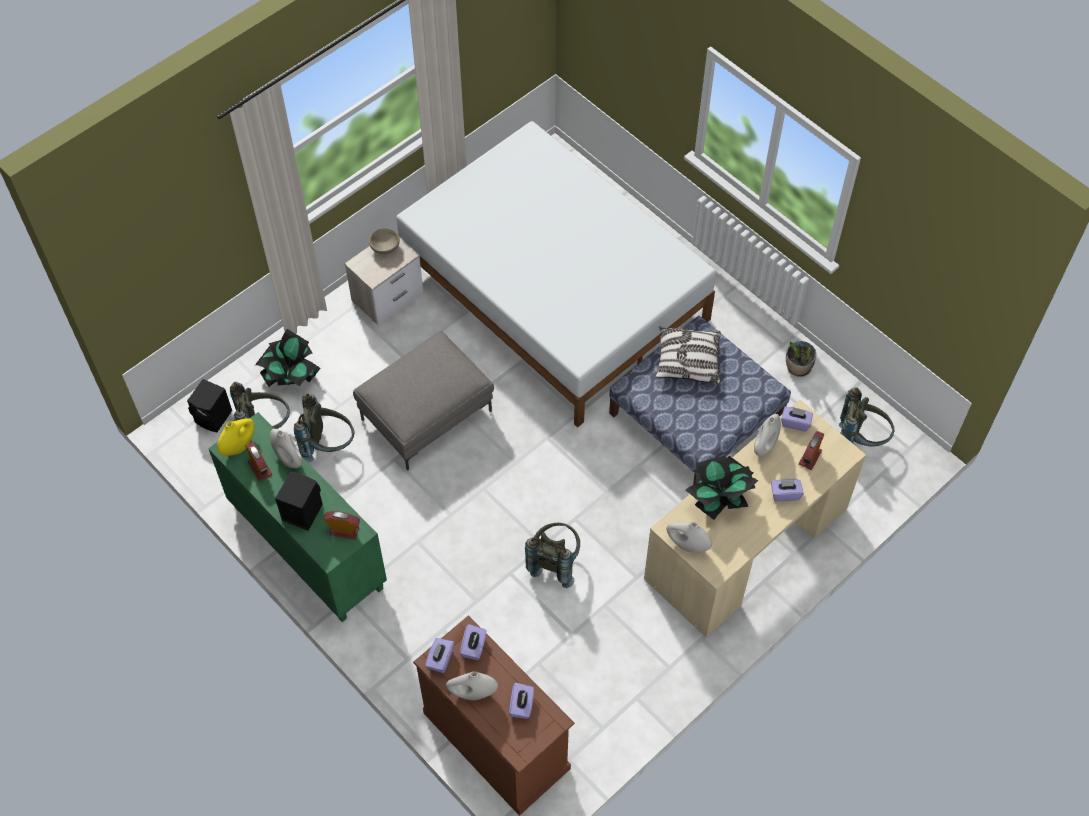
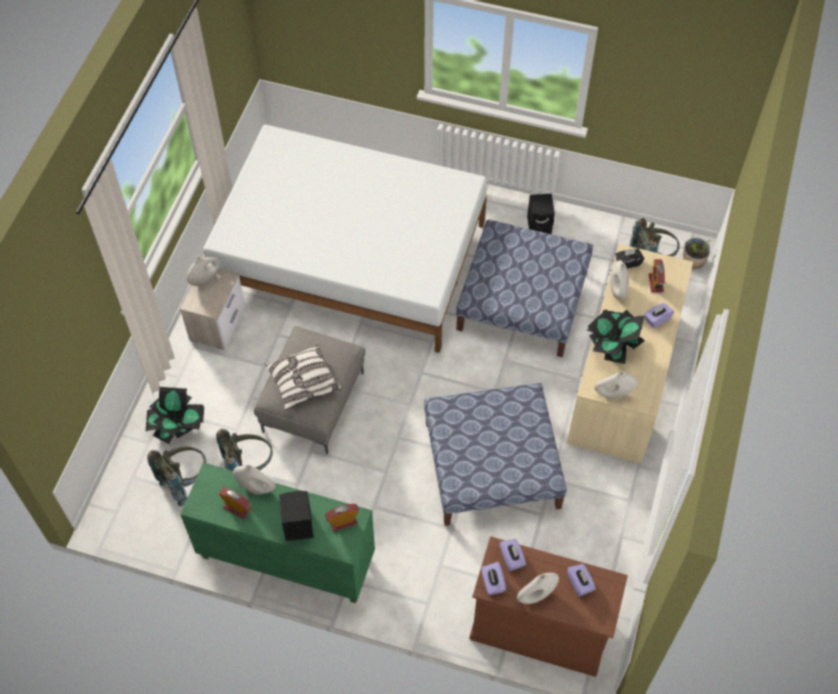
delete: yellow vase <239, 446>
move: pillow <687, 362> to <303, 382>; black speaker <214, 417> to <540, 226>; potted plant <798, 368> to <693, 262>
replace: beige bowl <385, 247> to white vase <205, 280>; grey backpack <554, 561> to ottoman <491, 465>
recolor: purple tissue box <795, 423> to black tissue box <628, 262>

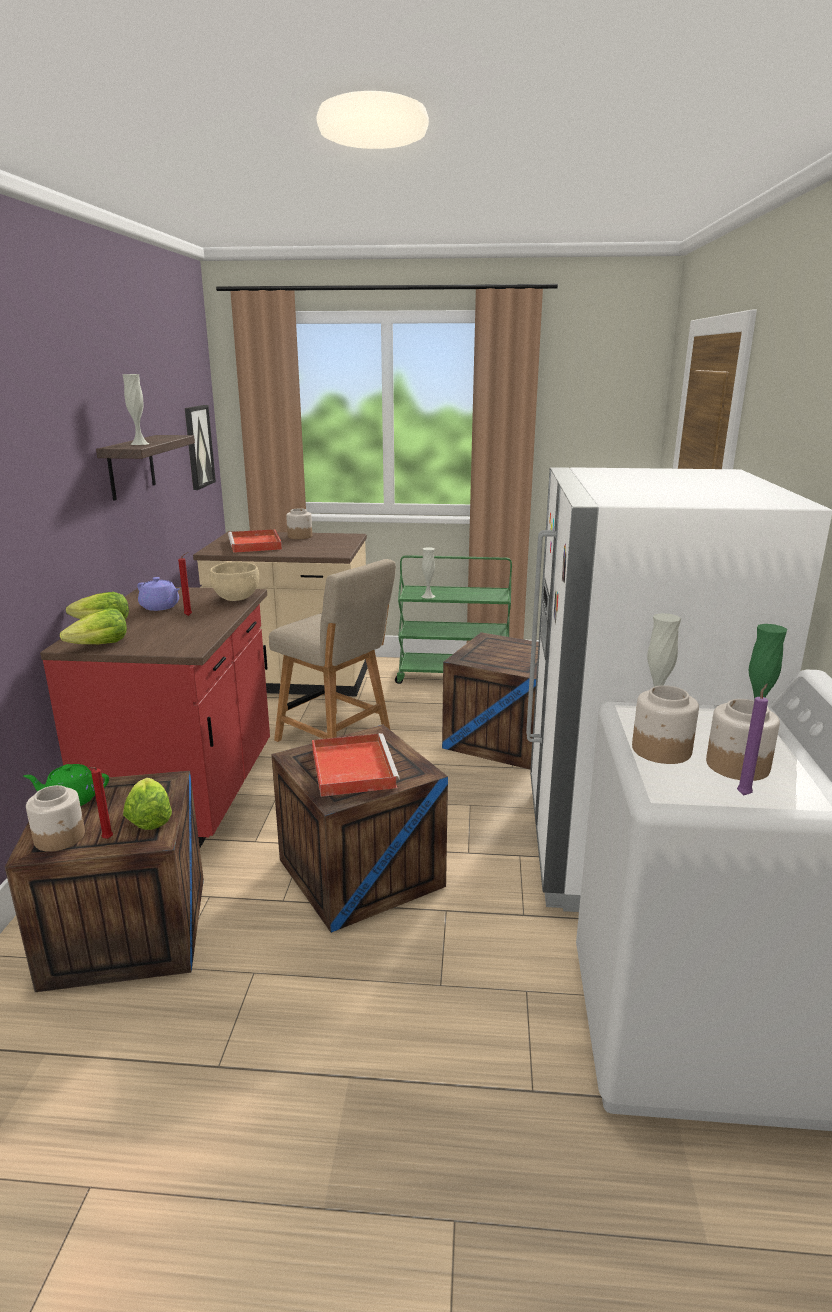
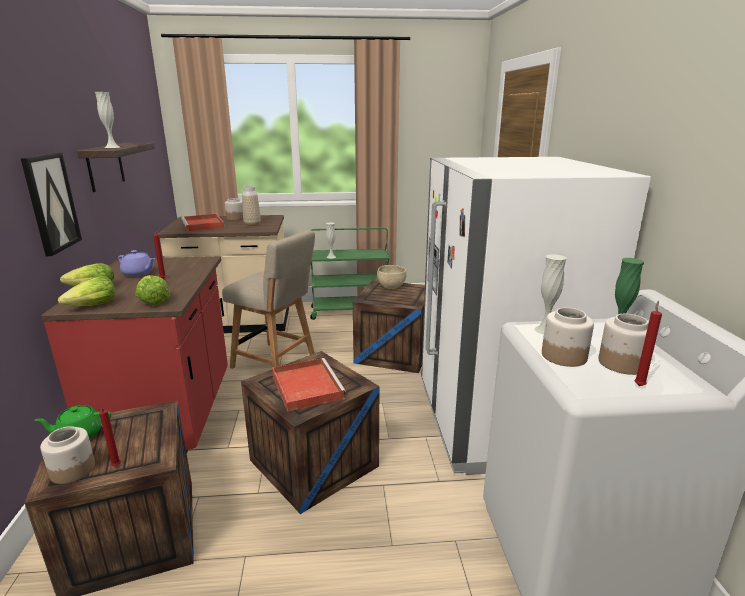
insert: vase <252, 224>
move: picture <198, 446> to <51, 203>; lettuce <149, 818> to <153, 301>; beige bowl <236, 598> to <391, 287>
recolor: purple candle <744, 794> to red candle <639, 385>

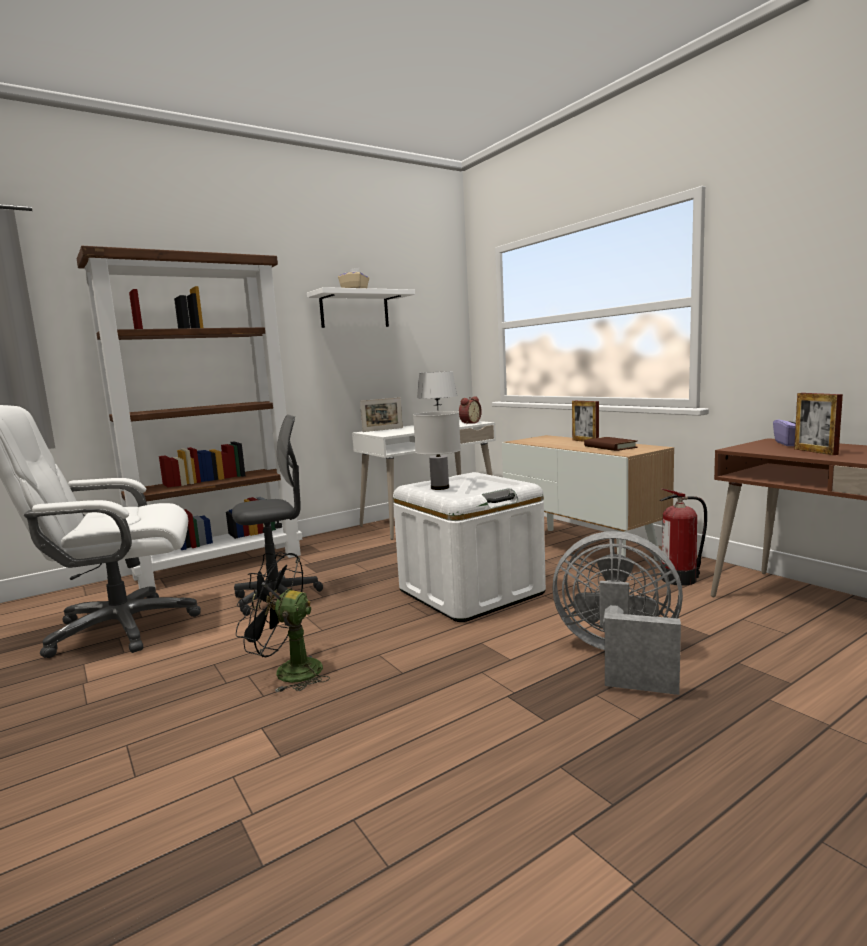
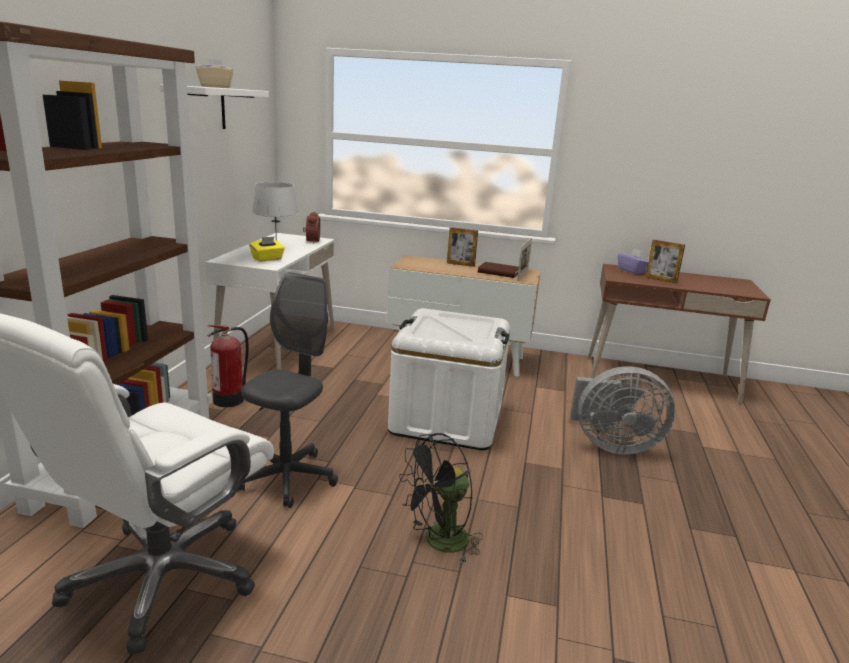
delete: white table lamp <439, 488>
insert: yellow tissue box <267, 259>
move: fire extinguisher <680, 579> to <230, 399>; picture frame <382, 430> to <522, 275>
rotate: grey fan <619, 657> = <612, 444> 150 degrees counterclockwise

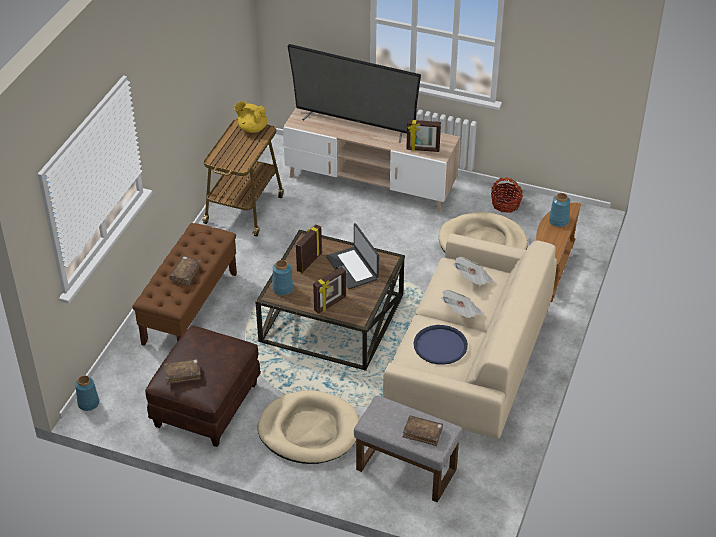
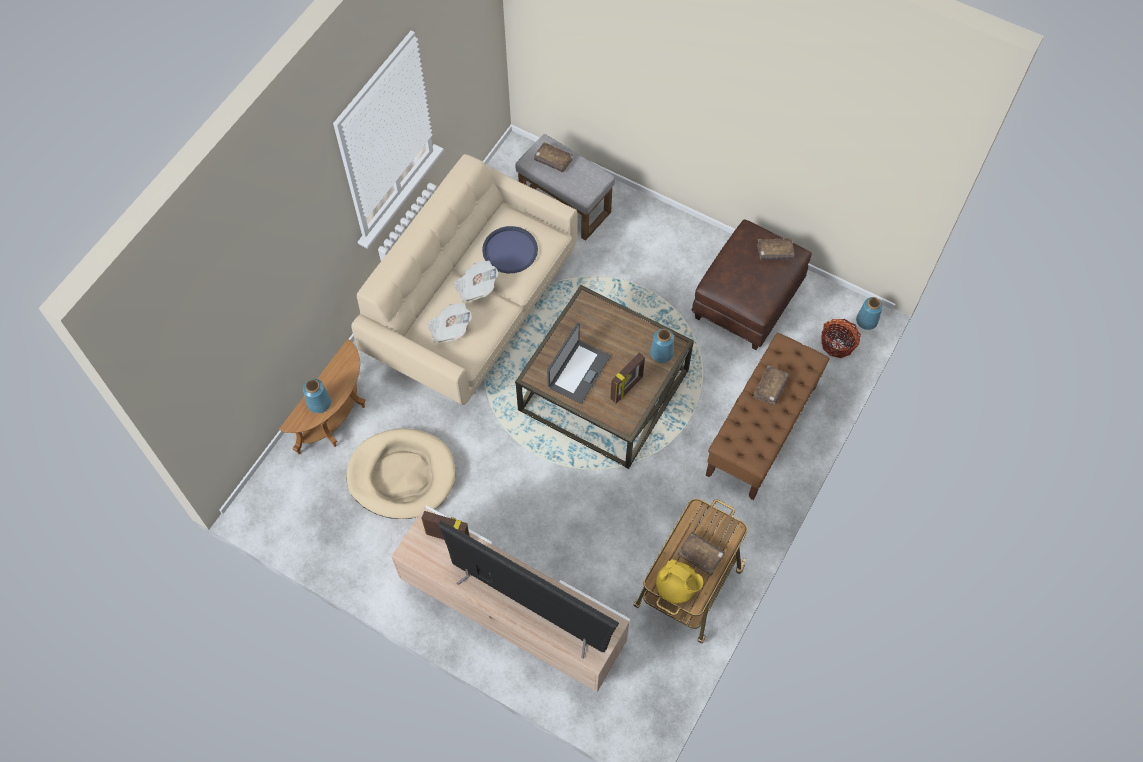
delete: beige dog bed <309, 430>; picture frame <330, 304>
insert: brown book <701, 555>
move: basket <505, 204> to <837, 343>
rotate: laptop <353, 268> = <578, 371> 45 degrees clockwise

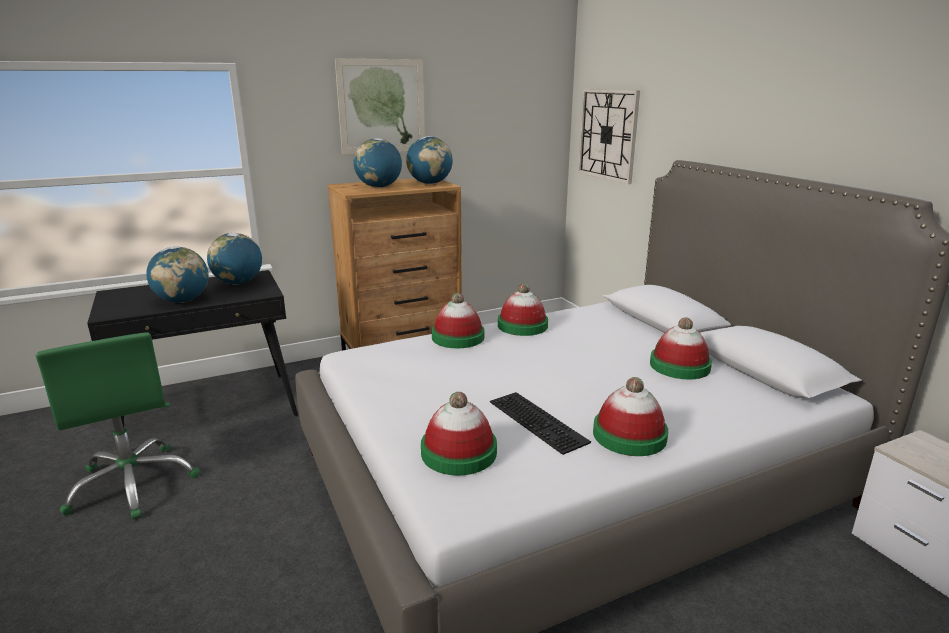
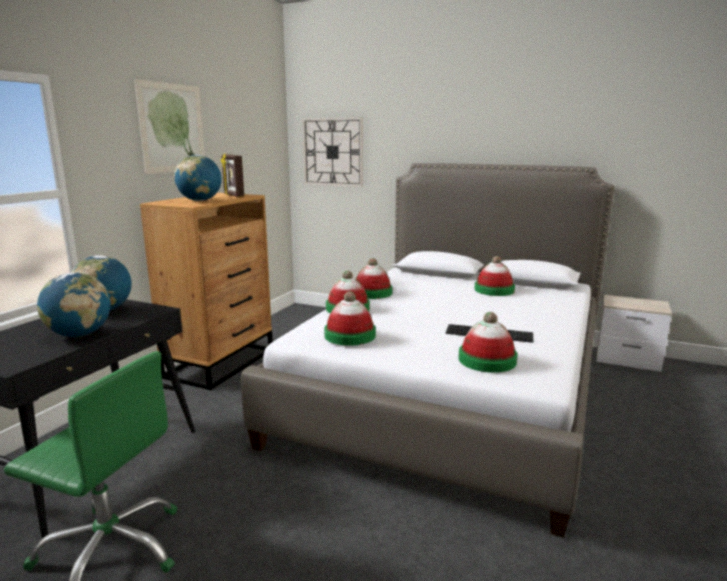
move: hat <629, 435> to <350, 335>
replace: globe <430, 183> to picture frame <233, 195>

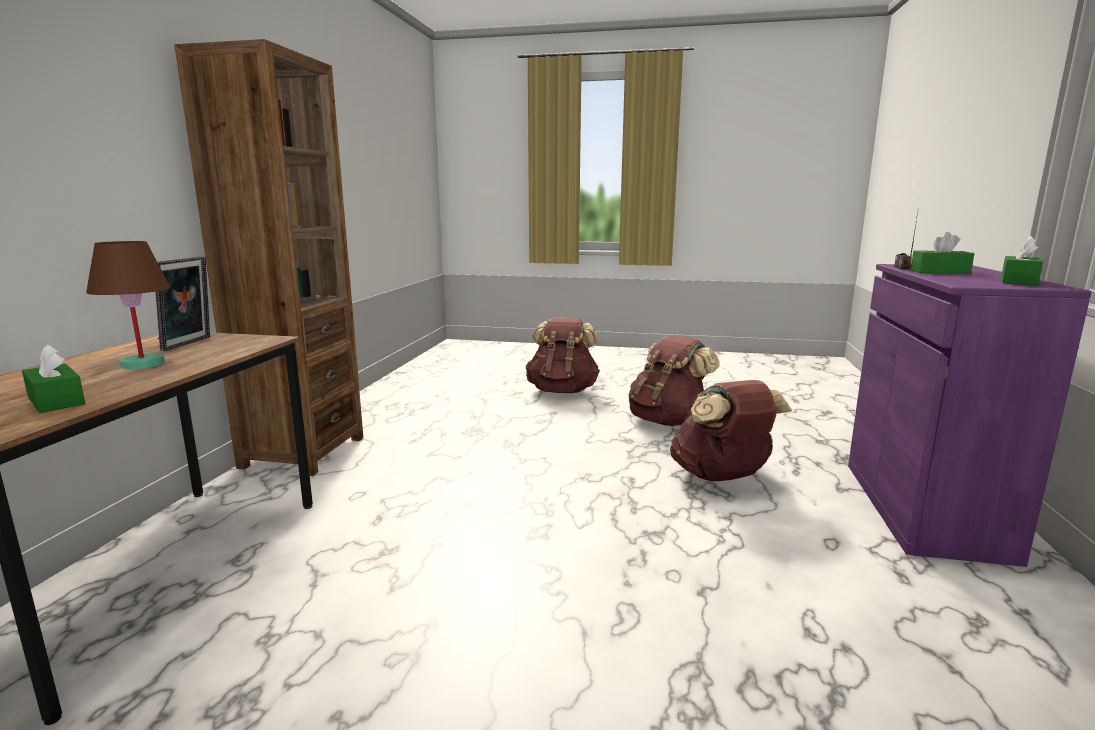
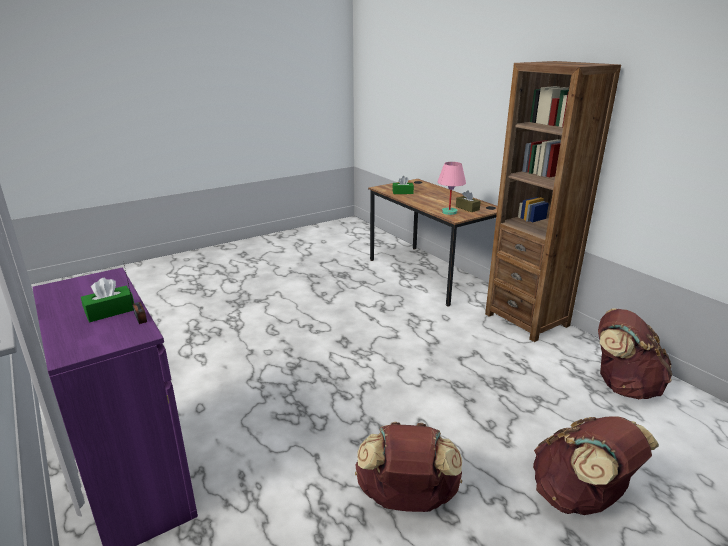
delete: brown table lamp <143, 363>; green tissue box <1018, 281>
insert: pink table lamp <449, 212>
move: brown backpack <722, 476> to <623, 386>
replace: picture frame <190, 343> to brown tissue box <467, 208>

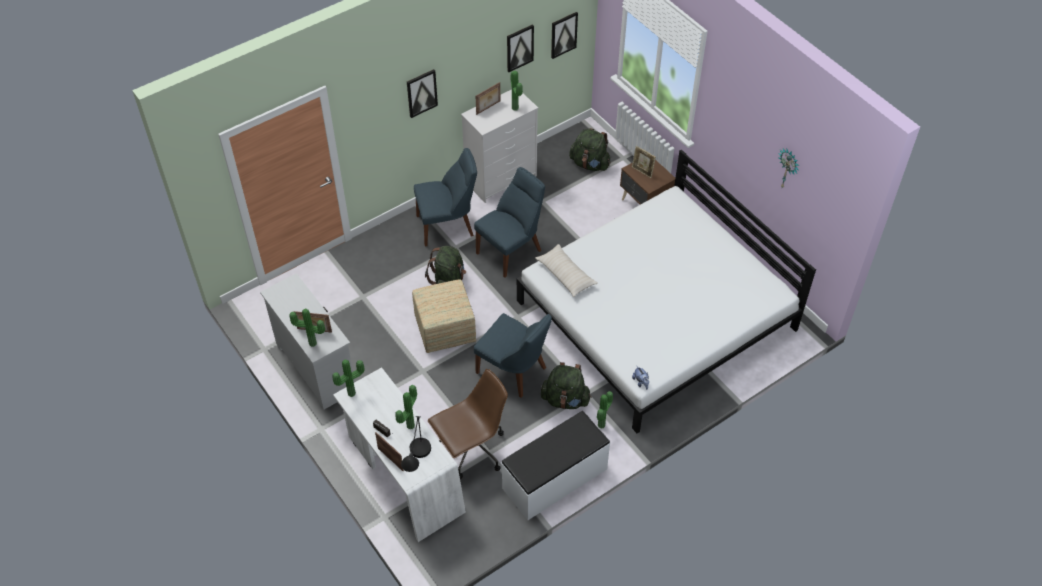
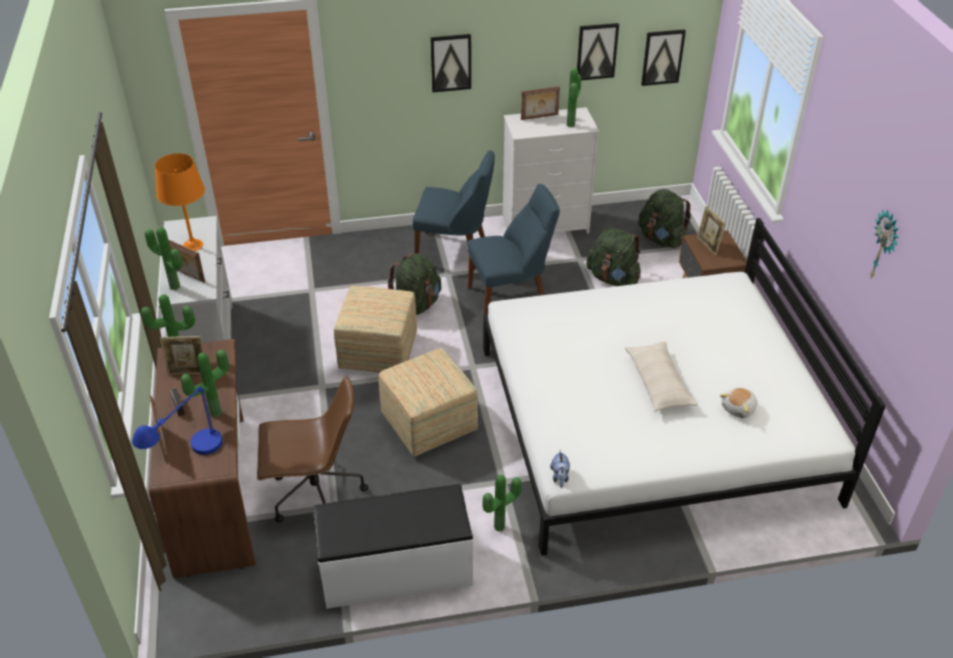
insert: orange table lamp <193, 245>; picture frame <188, 372>; plush toy <739, 409>
move: green backpack <565, 399> to <613, 278>; beige pillow <565, 275> to <659, 383>
replace: blue chair <514, 371> to ottoman <428, 424>
recolor: black table lamp <417, 465> to blue table lamp <188, 461>; white desk <403, 475> to brown desk <215, 491>

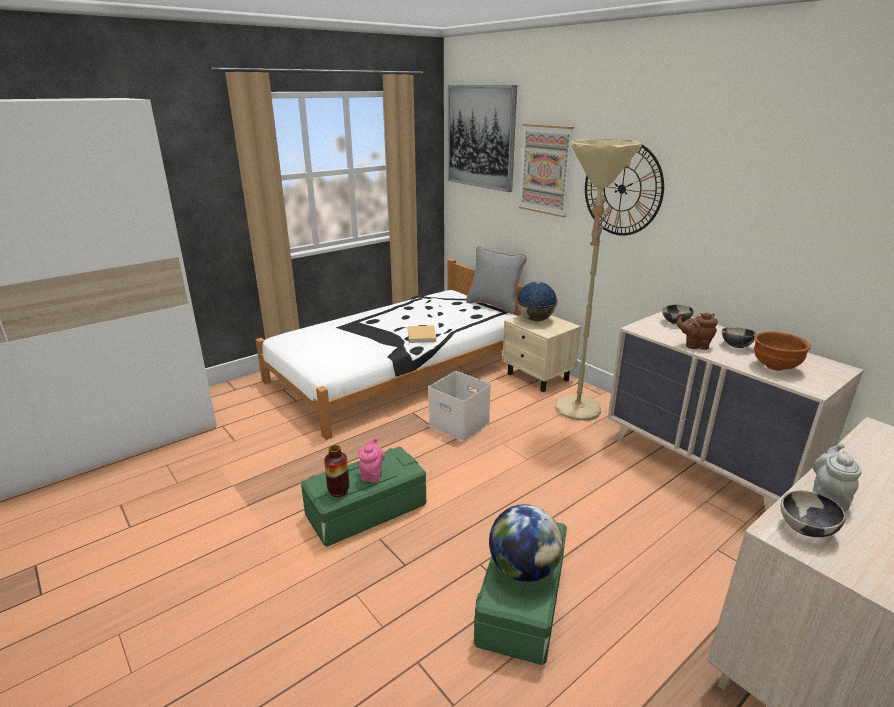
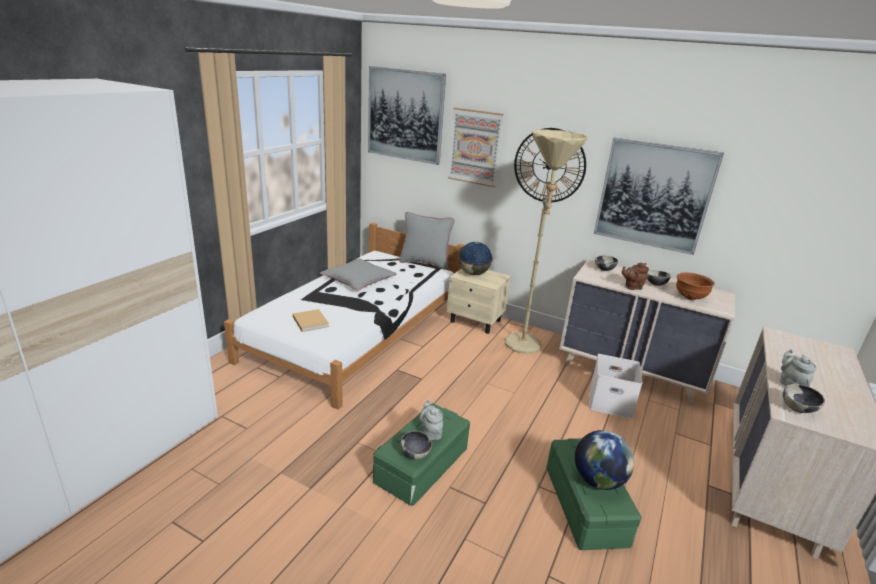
insert: grey pillow <358, 279>; picture <654, 195>
move: beige book <421, 335> to <310, 321>; white storage box <460, 424> to <611, 402>
replace: vase <338, 491> to bowl <415, 454>
recolor: pink teapot <372, 474> to grey teapot <430, 432>

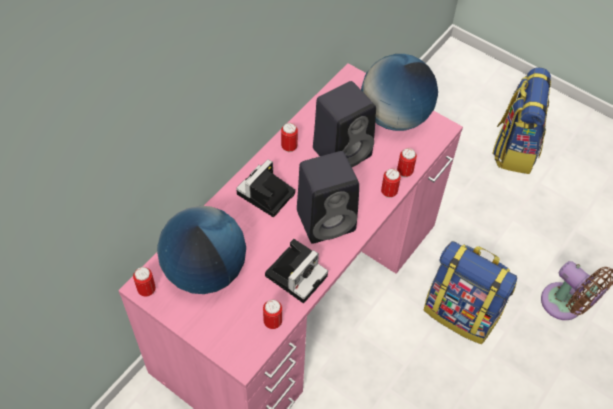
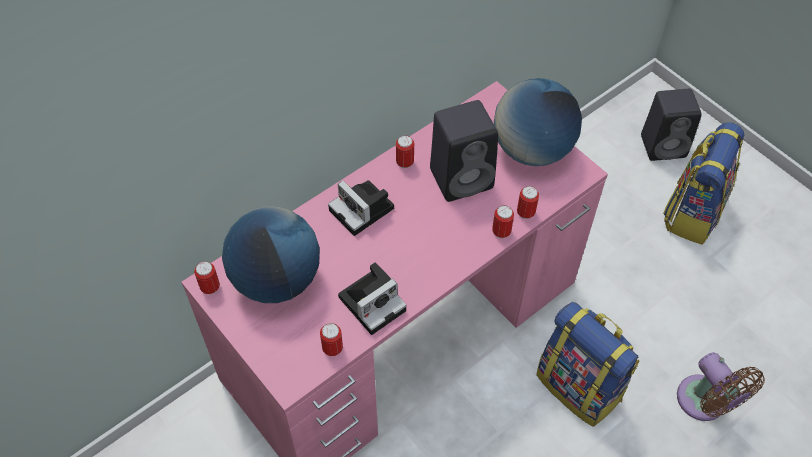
move: black speaker <327, 219> to <664, 145>
rotate: photo camera <265, 195> = <363, 210> 90 degrees counterclockwise

